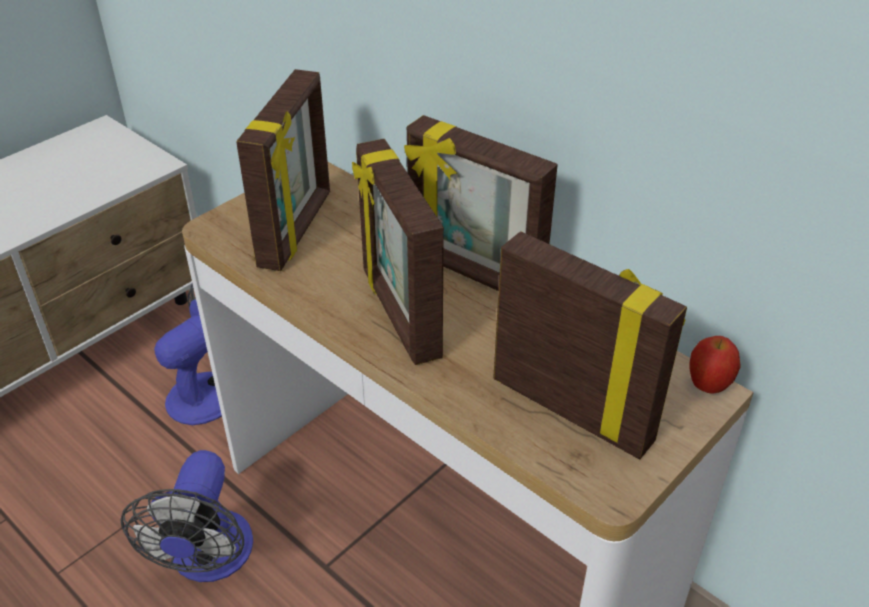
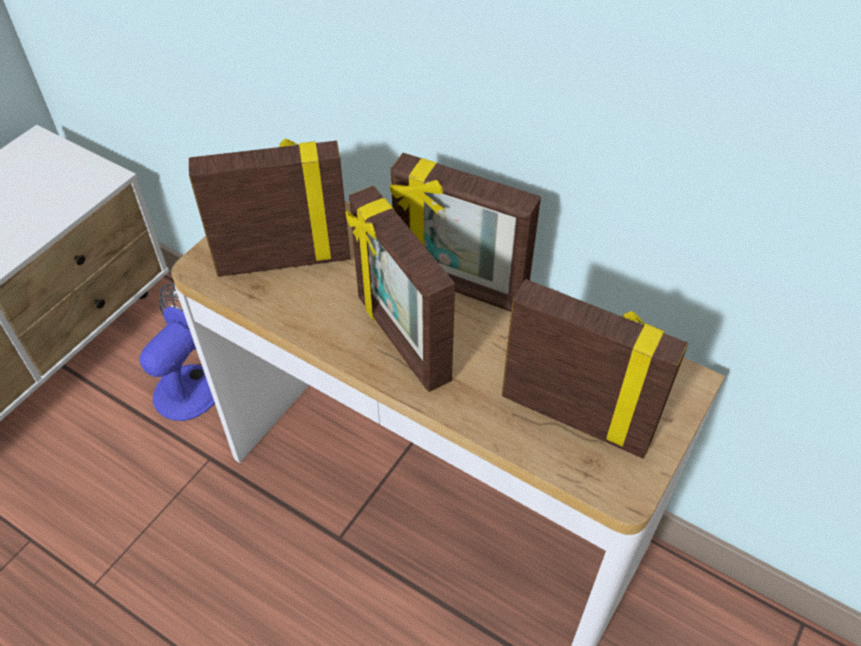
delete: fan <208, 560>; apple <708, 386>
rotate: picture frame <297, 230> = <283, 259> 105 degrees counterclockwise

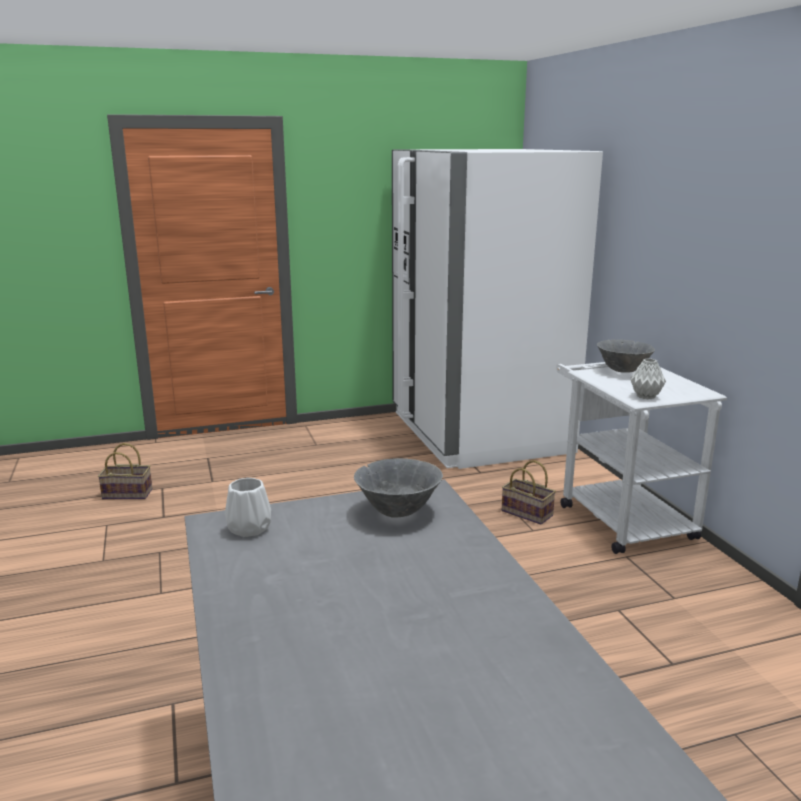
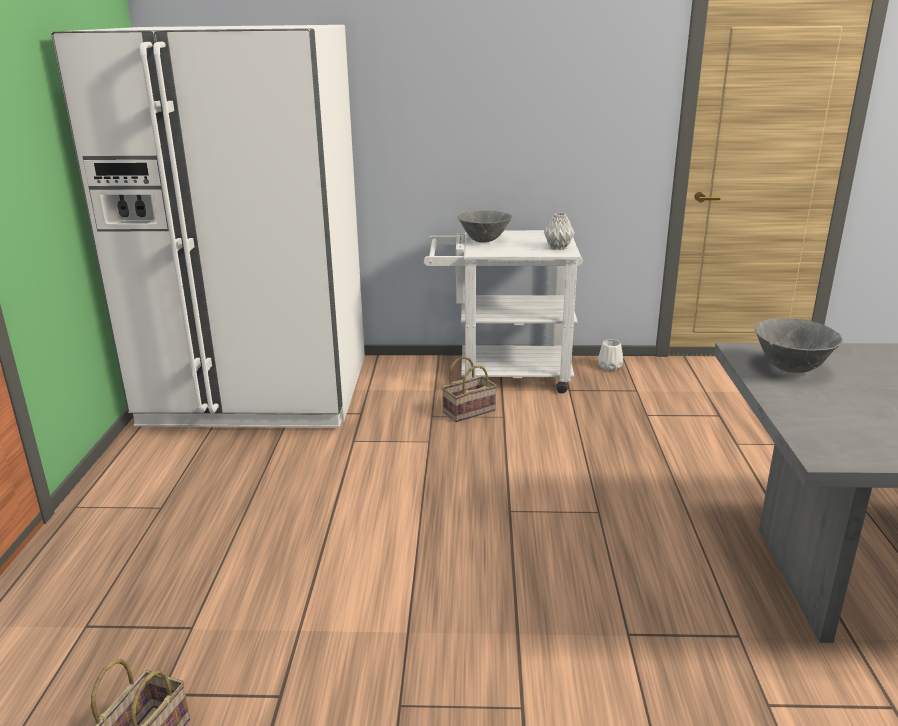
move: white vase <249, 527> to <609, 367>

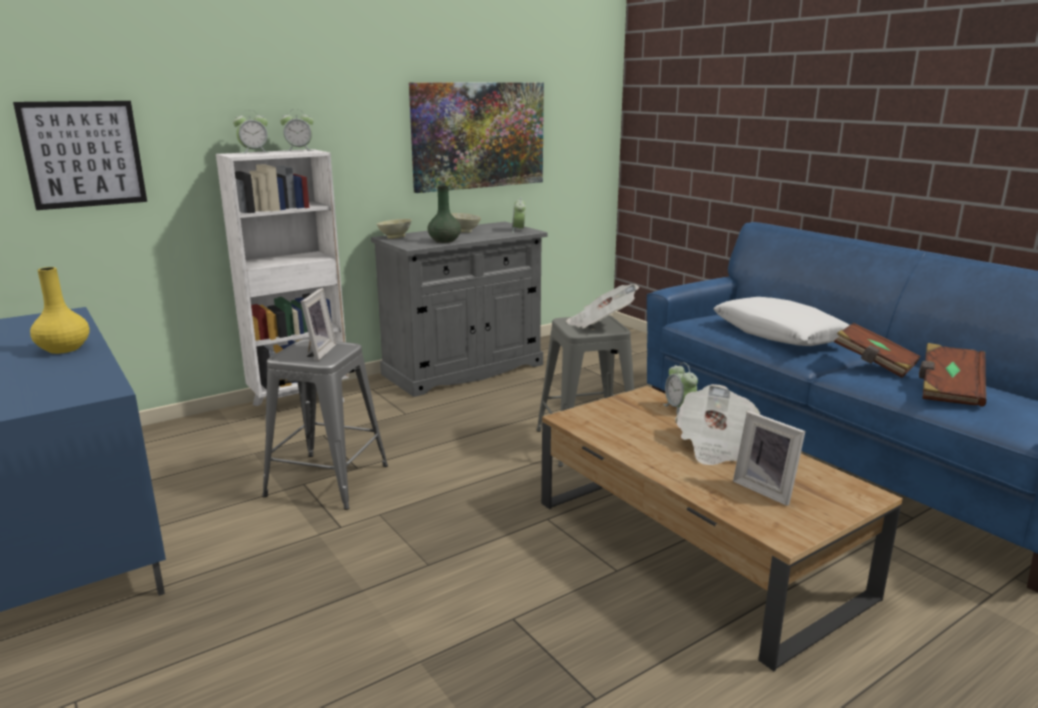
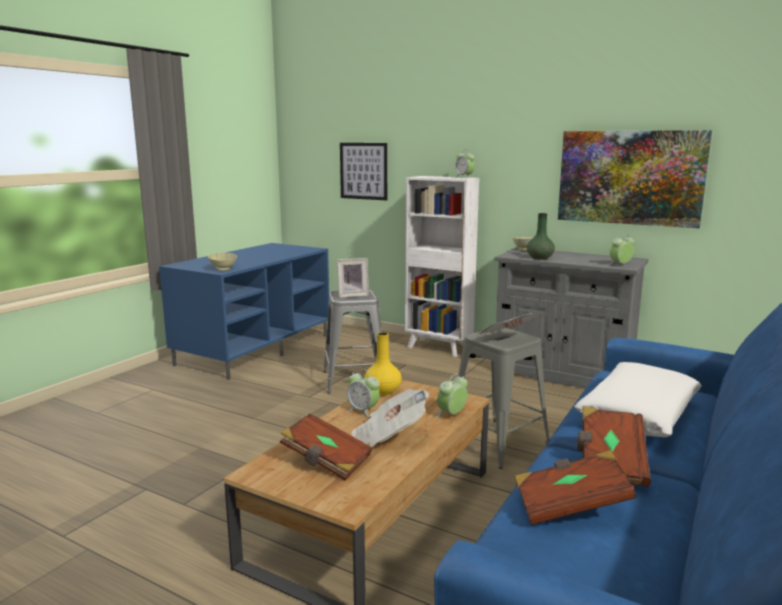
move: beige bowl <464, 231> to <223, 269>; alarm clock <254, 152> to <363, 411>; yellow vase <63, 349> to <382, 391>
replace: picture frame <766, 489> to brown book <326, 461>

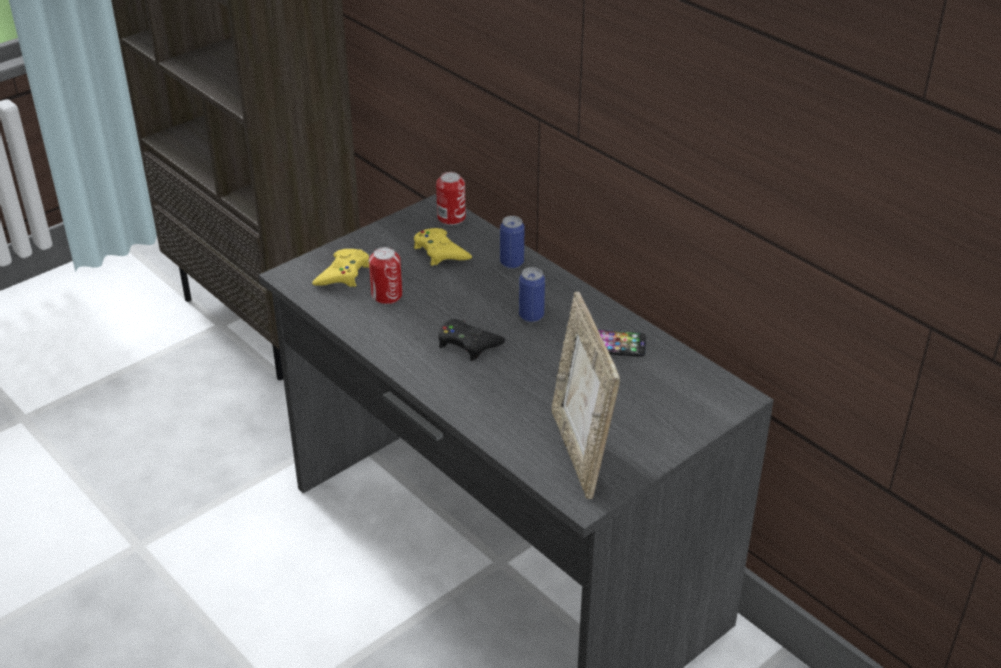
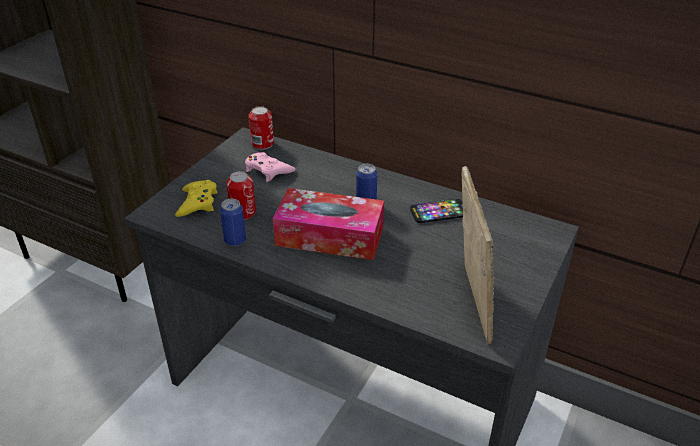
move: can <512, 263> to <235, 240>
replace: black game controller <468, 344> to tissue box <329, 236>
recolor: yellow game controller <440, 252> to pink game controller <268, 170>
rotate: picture frame <580, 452> = <469, 302> 150 degrees counterclockwise

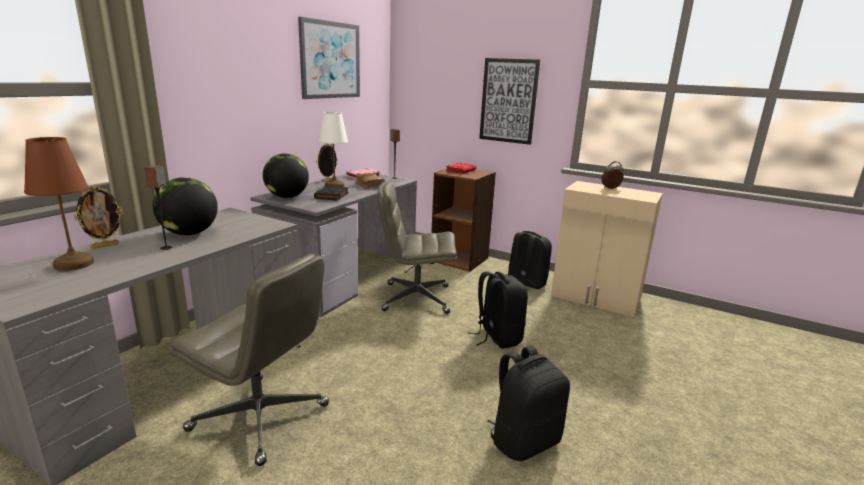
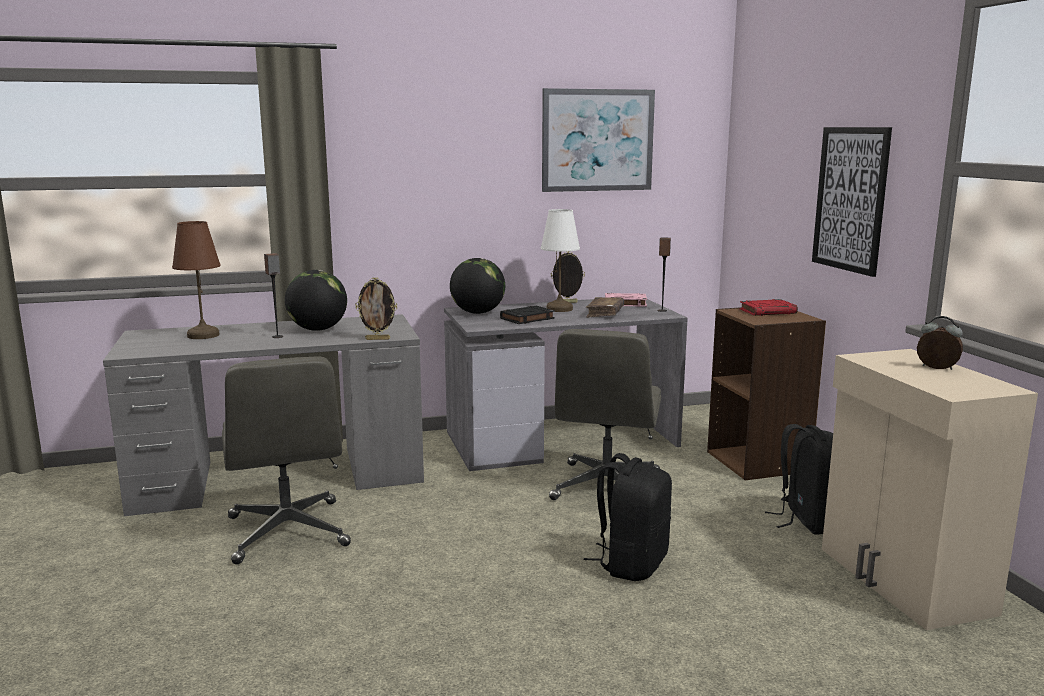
delete: black backpack <524, 440>
move: picture frame <105, 245> to <378, 339>
rotate: grey office chair <415, 298> = <606, 487> 120 degrees counterclockwise

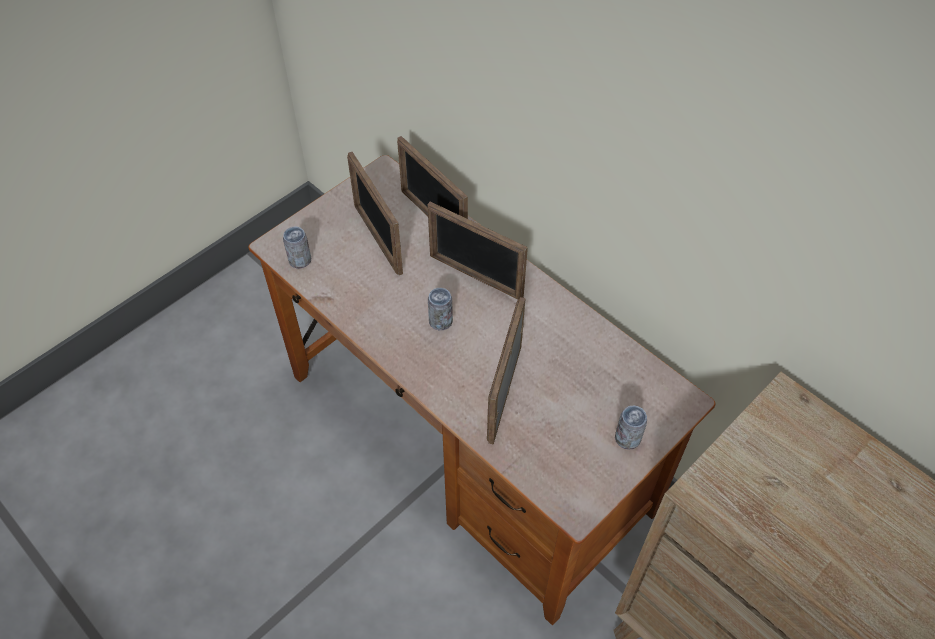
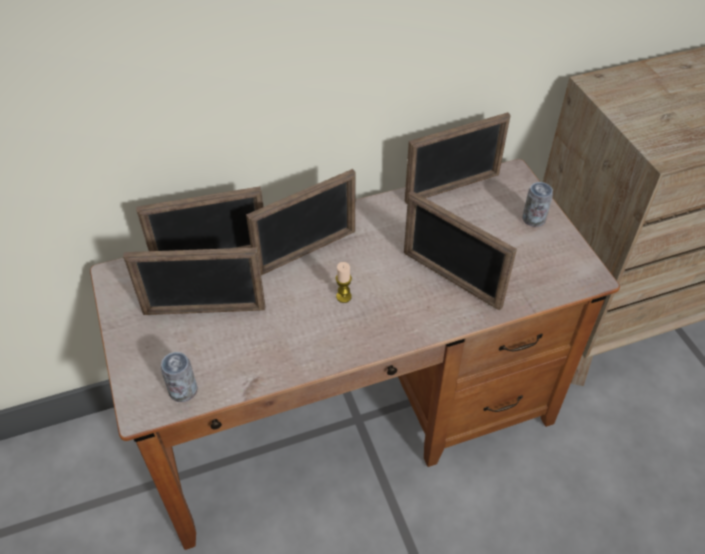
insert: picture frame <452, 188>
replace: can <440, 321> to candle <343, 296>

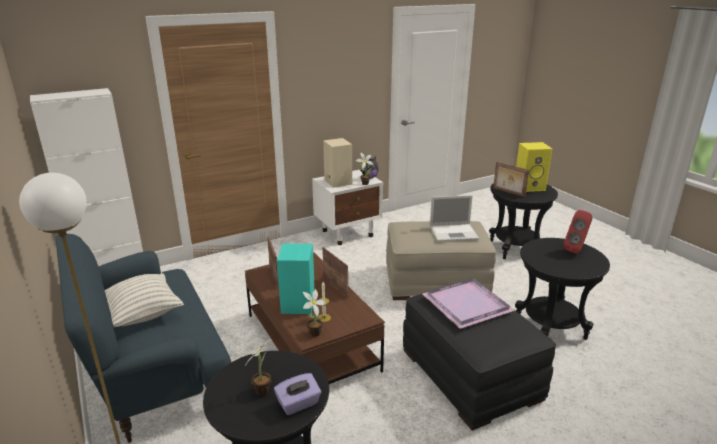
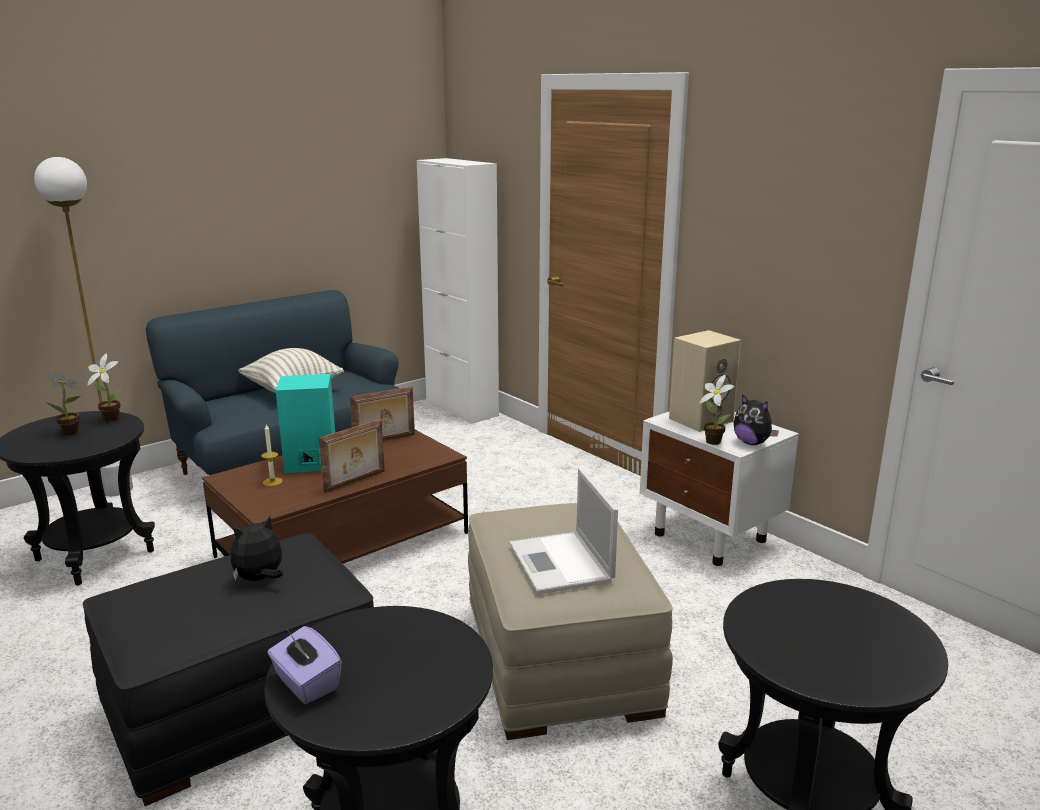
delete: picture frame <508, 192>; yellow speaker <529, 187>; red speaker <576, 249>
move: potted plant <313, 334> to <110, 418>; purple tissue box <298, 404> to <306, 683>
replace: purple tray <468, 305> to plush toy <260, 579>

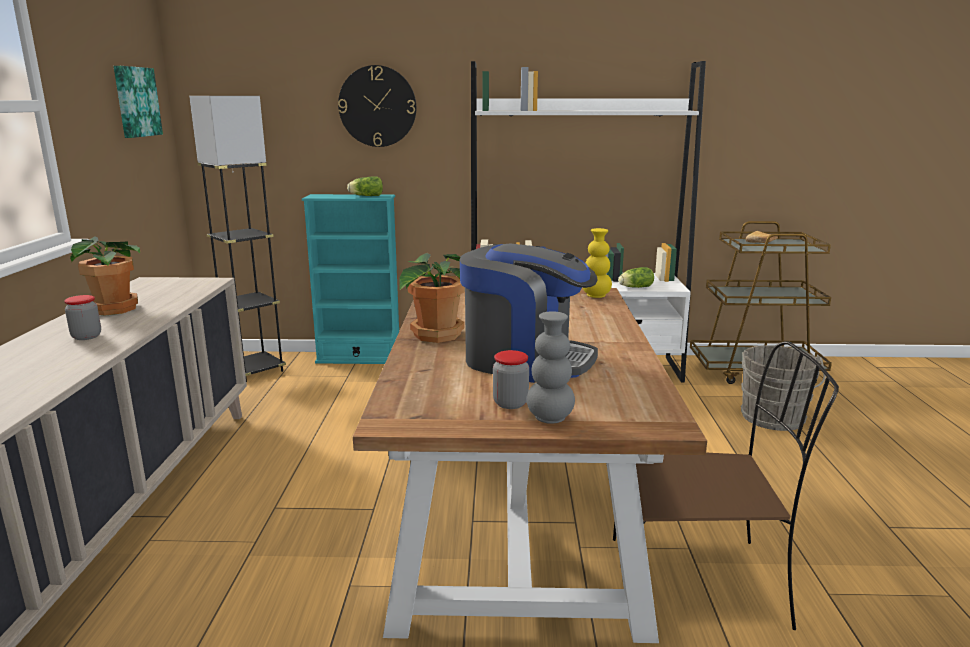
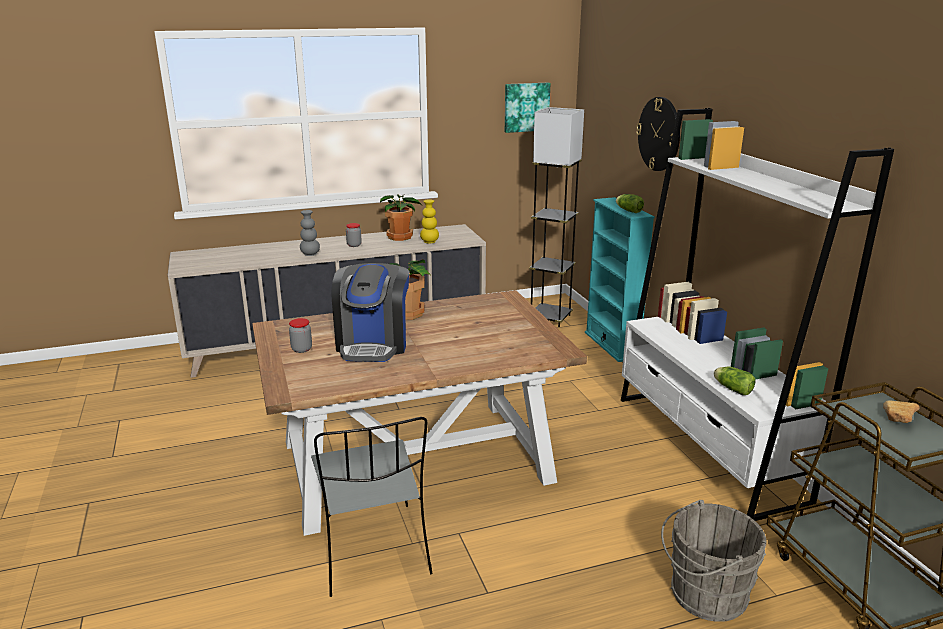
move: grey vase <550, 418> to <310, 254>; yellow vase <596, 296> to <429, 242>
recolor: brown chair <701, 582> to grey chair <372, 551>

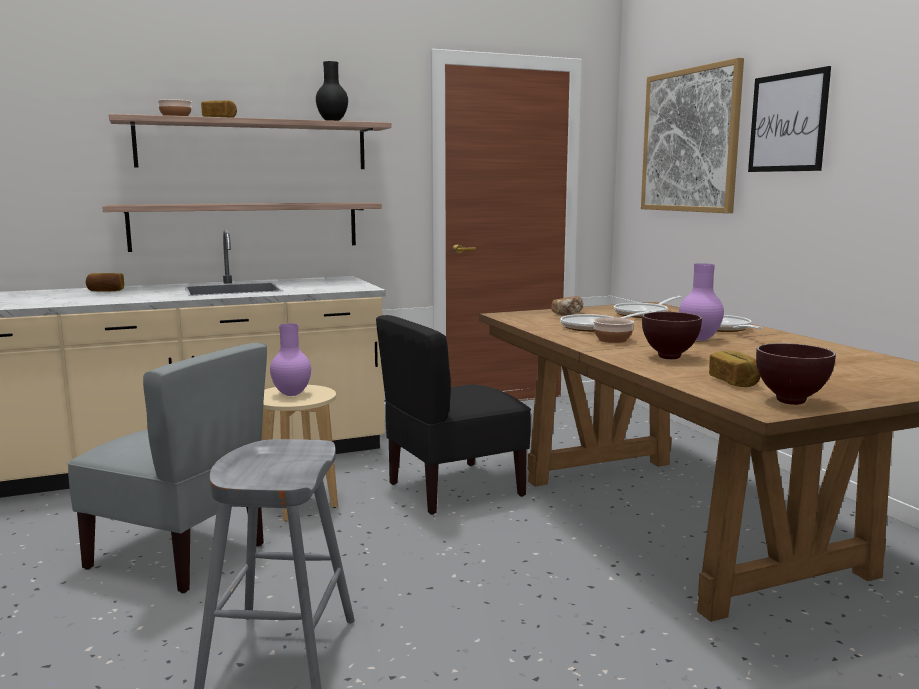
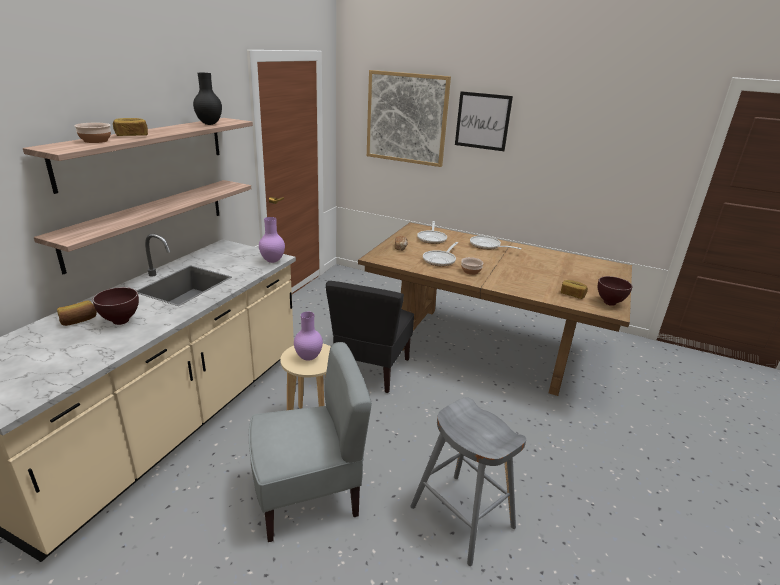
move: brown bowl <668, 357> to <120, 321>; purple vase <698, 339> to <272, 261>

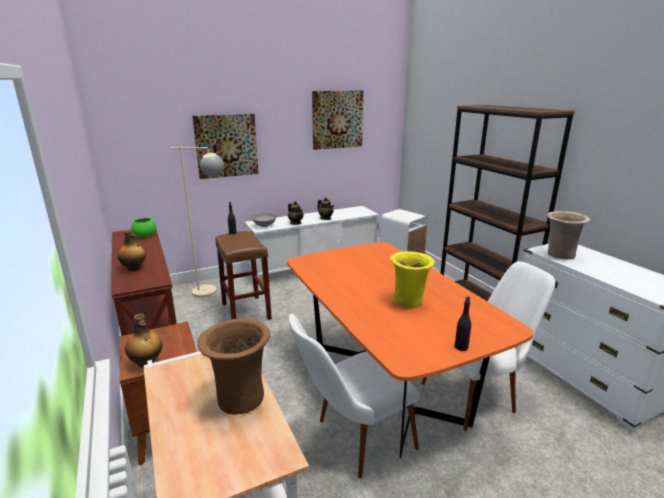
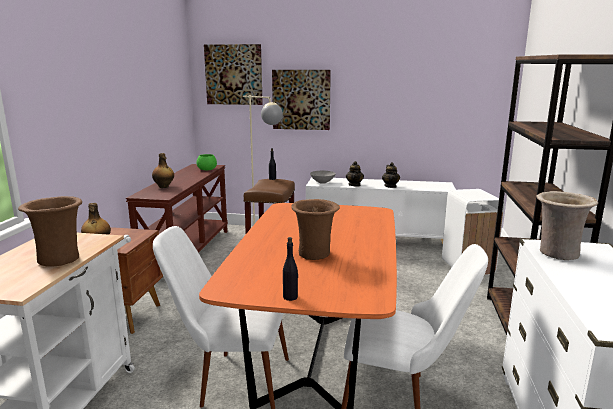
move: picture <337, 119> to <234, 74>
recolor: yellow vase <409, 301> to brown vase <315, 254>

